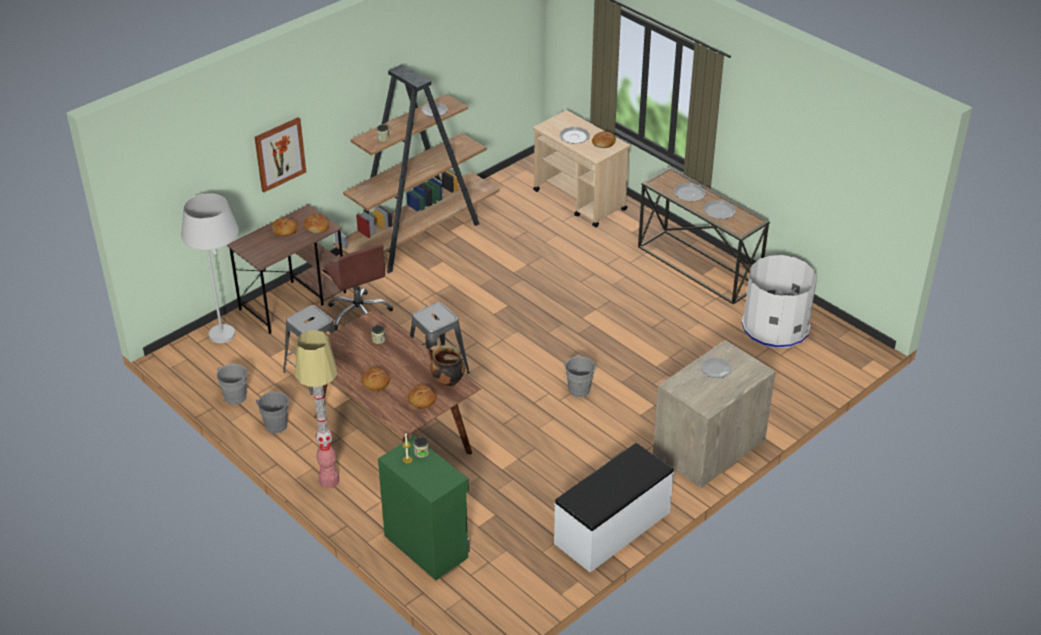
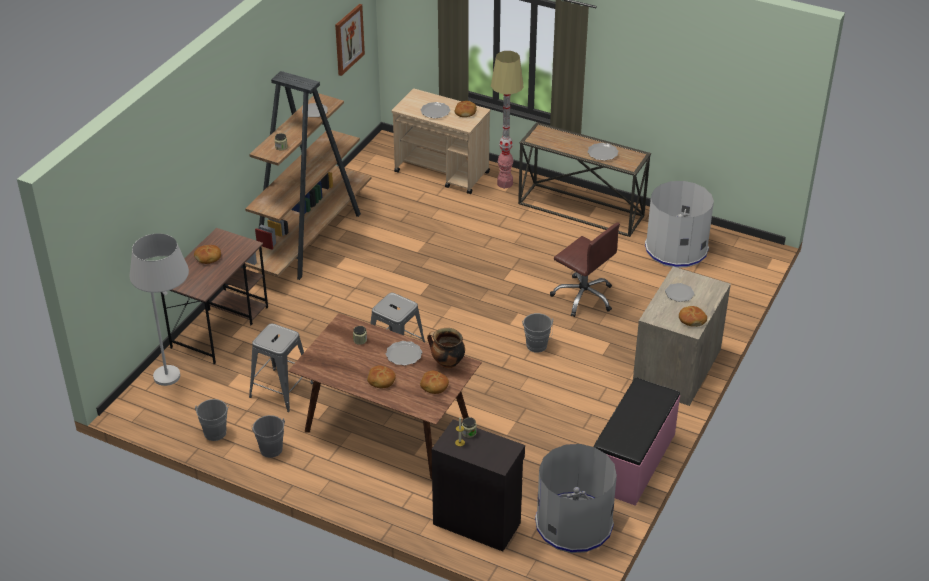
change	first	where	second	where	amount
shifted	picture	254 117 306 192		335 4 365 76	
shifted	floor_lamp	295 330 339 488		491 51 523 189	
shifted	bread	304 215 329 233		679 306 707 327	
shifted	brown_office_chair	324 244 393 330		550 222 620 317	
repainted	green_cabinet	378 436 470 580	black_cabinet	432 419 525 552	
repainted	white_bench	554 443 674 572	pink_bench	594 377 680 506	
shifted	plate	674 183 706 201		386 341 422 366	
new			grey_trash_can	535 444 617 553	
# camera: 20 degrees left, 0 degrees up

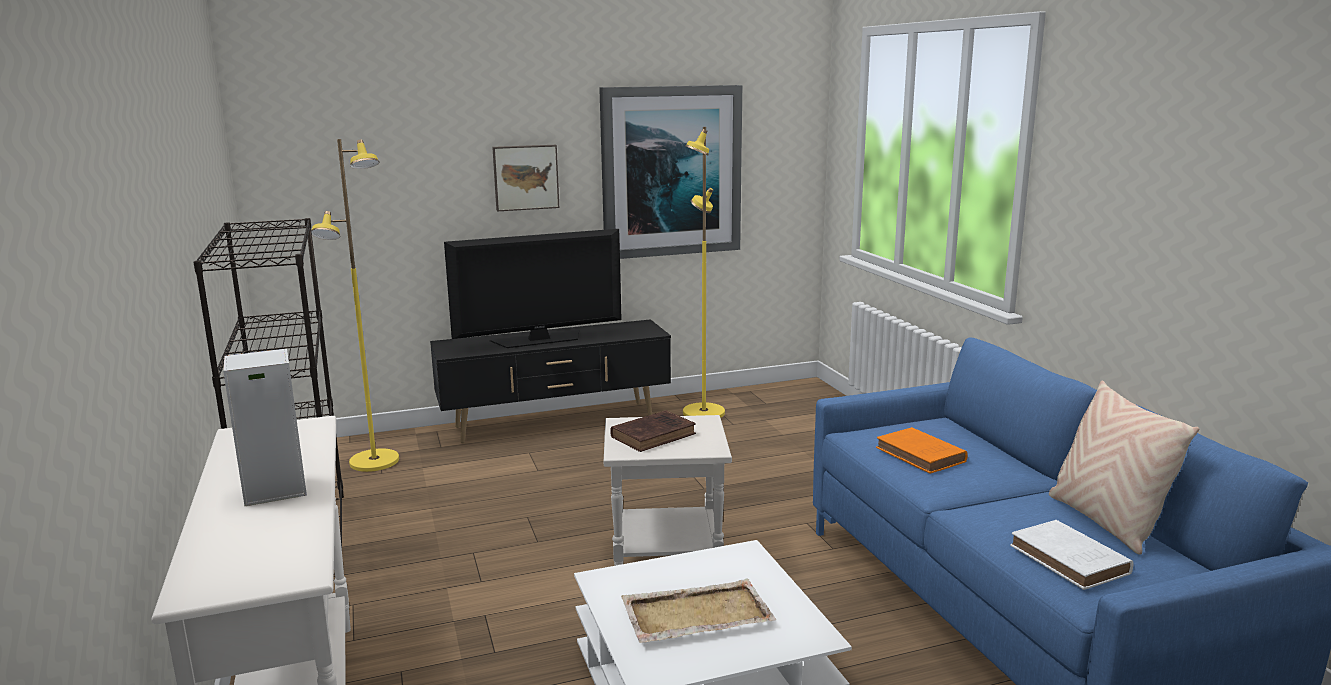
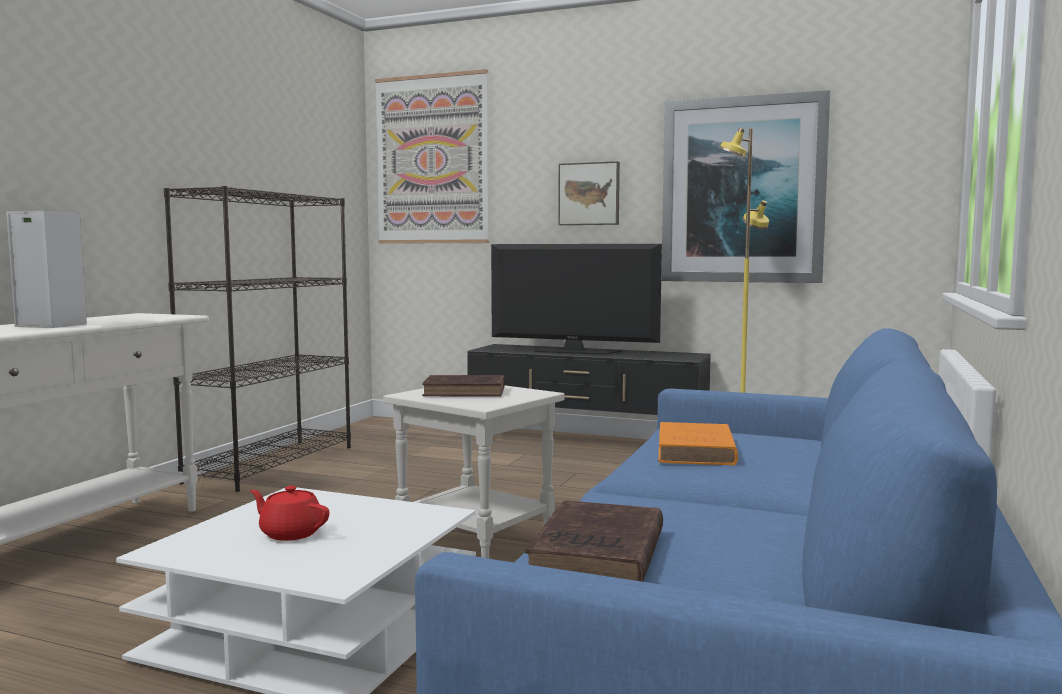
change	first	where	second	where	amount
gone	yellow_floor_lamp	311 139 399 472			
swapped	beige_tray	621 578 777 643	red_teapot	250 486 329 541	
repainted	white_book	1010 520 1134 590	brown_book	525 500 663 582	
gone	beige_pillow	1049 381 1199 555			
new			picture	375 69 489 244	
# camera: 40 degrees right, 10 degrees down

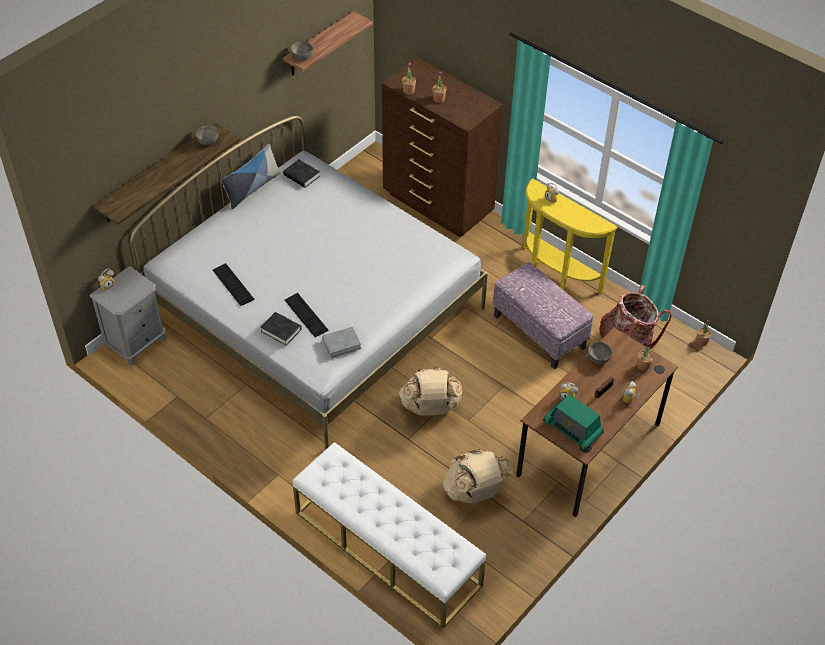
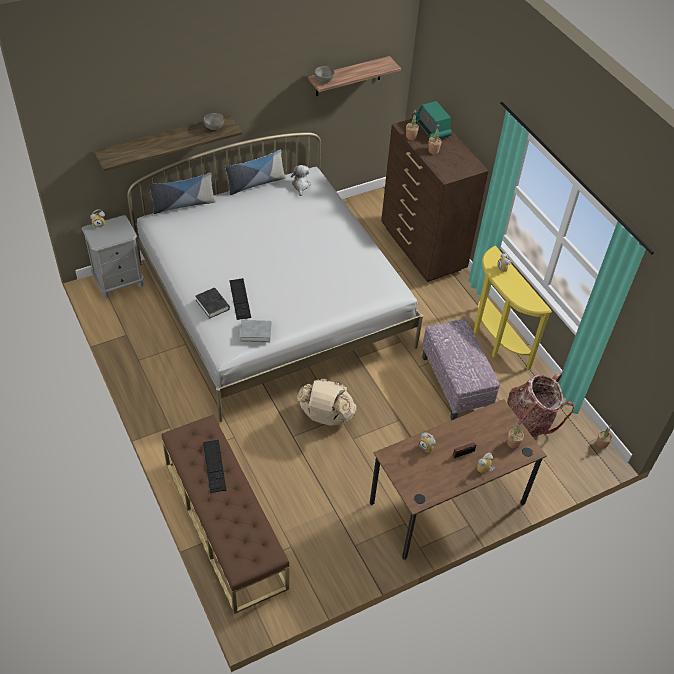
change	first	where	second	where	amount
shifted	keyboard	213 263 254 306		203 440 226 493	
swapped	black_book	283 159 320 188	plush_toy	291 165 311 196	
repainted	white_bench	293 442 486 629	brown_bench	161 415 290 614	
gone	beige_backpack	443 449 513 503			
shifted	radio	543 394 604 450		412 101 452 139	
gone	grey_bowl	588 342 613 364			
new			pillow	149 173 216 214	
# camera: 20 degrees right, 0 degrees up

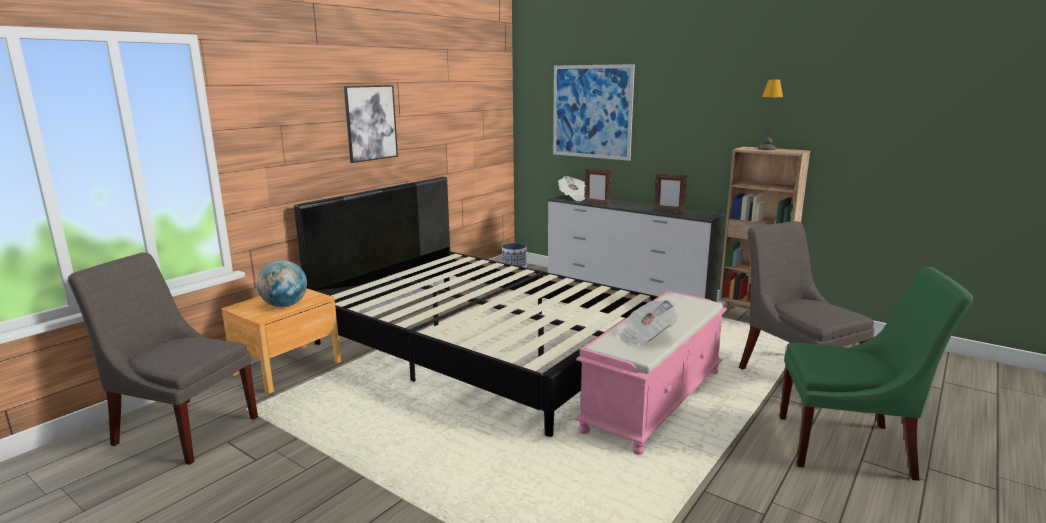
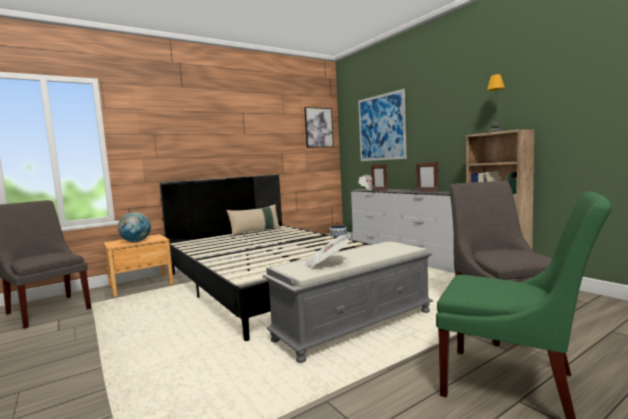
change	first	where	second	where	amount
shifted	picture	344 85 398 163		304 107 334 148	
repainted	pink_bench	575 291 727 455	grey_bench	263 241 433 363	
new			beige_pillow	226 204 281 236	
# camera: 20 degrees right, 10 degrees down

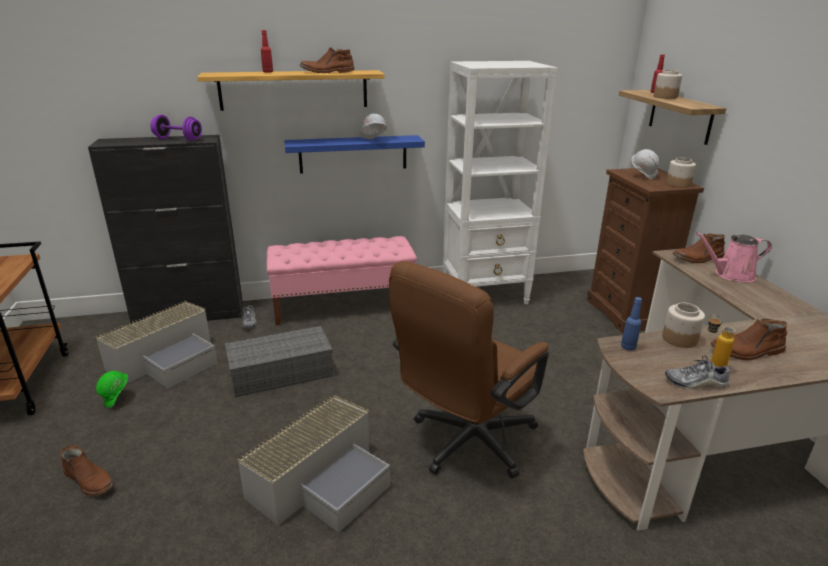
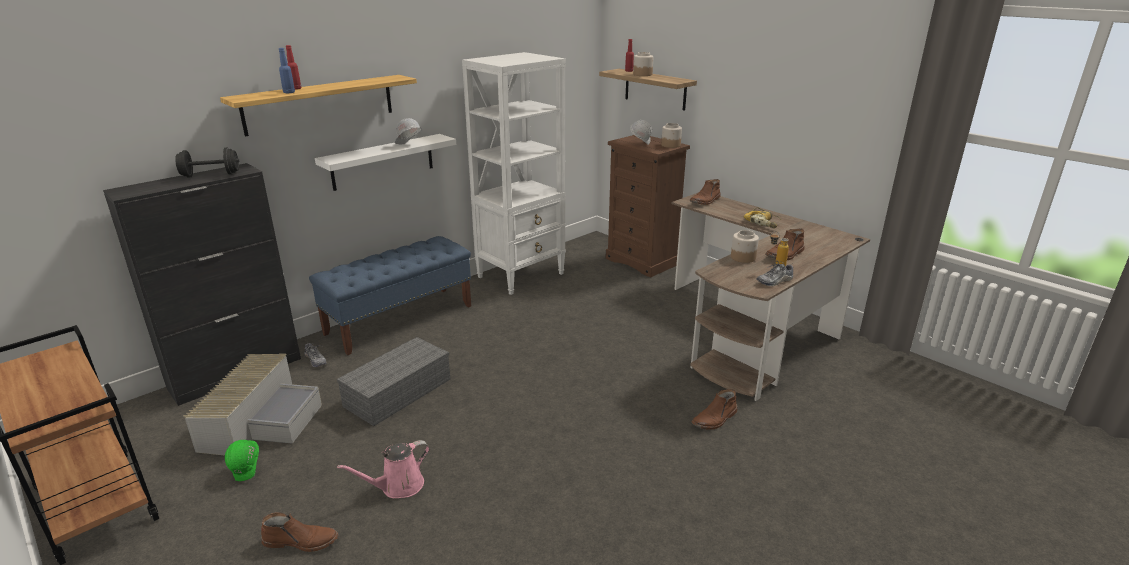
change	first	where	second	where	amount
repainted	purple_dumbbell	151 115 202 141	black_dumbbell	175 148 239 177	
gone	grey_storage_box	237 395 390 533			
repainted	pink_bench	267 236 417 326	blue_bench	309 236 471 355	
repainted	blue_shelf	284 135 425 174	white_shelf	315 134 456 191	
shifted	brown_boot	300 47 355 73		691 389 737 430	
gone	brown_office_chair	389 261 549 479			
shifted	blue_bottle	621 297 642 351		279 48 295 93	
shifted	pink_watering_can	696 232 772 282		337 440 430 498	
new			power_drill	744 207 782 228	
# camera: 30 degrees left, 0 degrees up

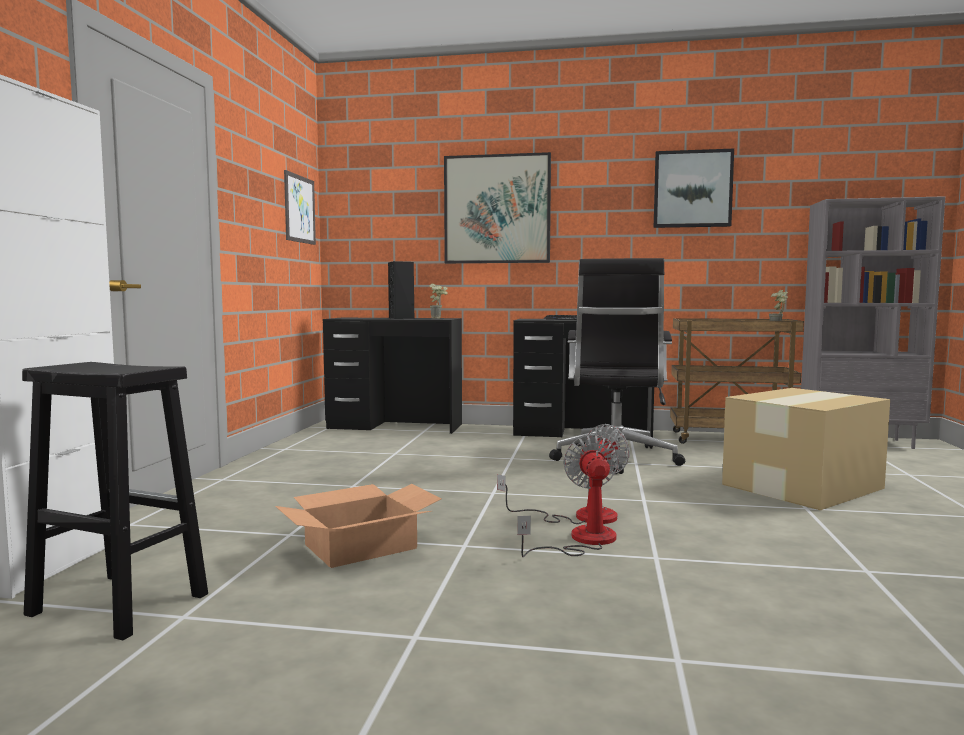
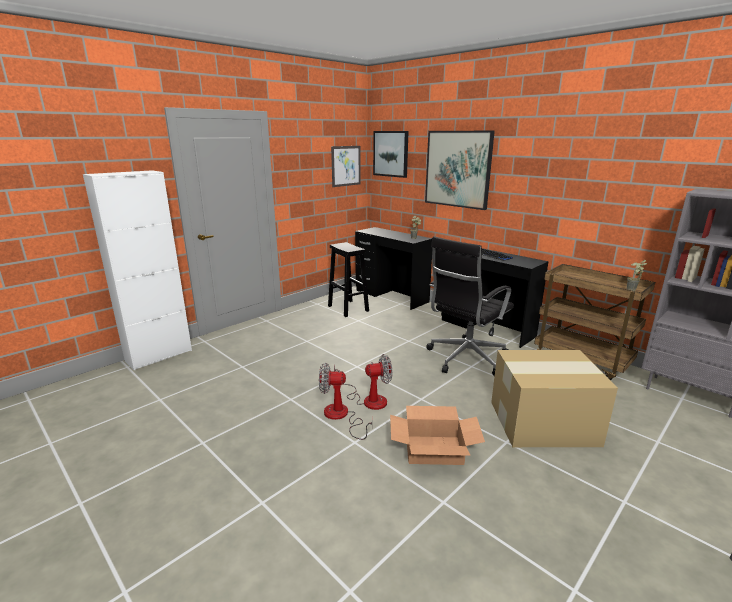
change	first	where	second	where	amount
shifted	black_stool	22 362 208 641		328 242 369 317	
shifted	cardboard_box	275 484 442 568		390 406 485 465	
gone	black_speaker	388 261 414 319			
rotated	fan	517 434 618 557		319 363 372 440	120 degrees counterclockwise
shifted	picture	654 149 734 228		373 131 409 178	
# camera: 35 degrees right, 15 degrees up

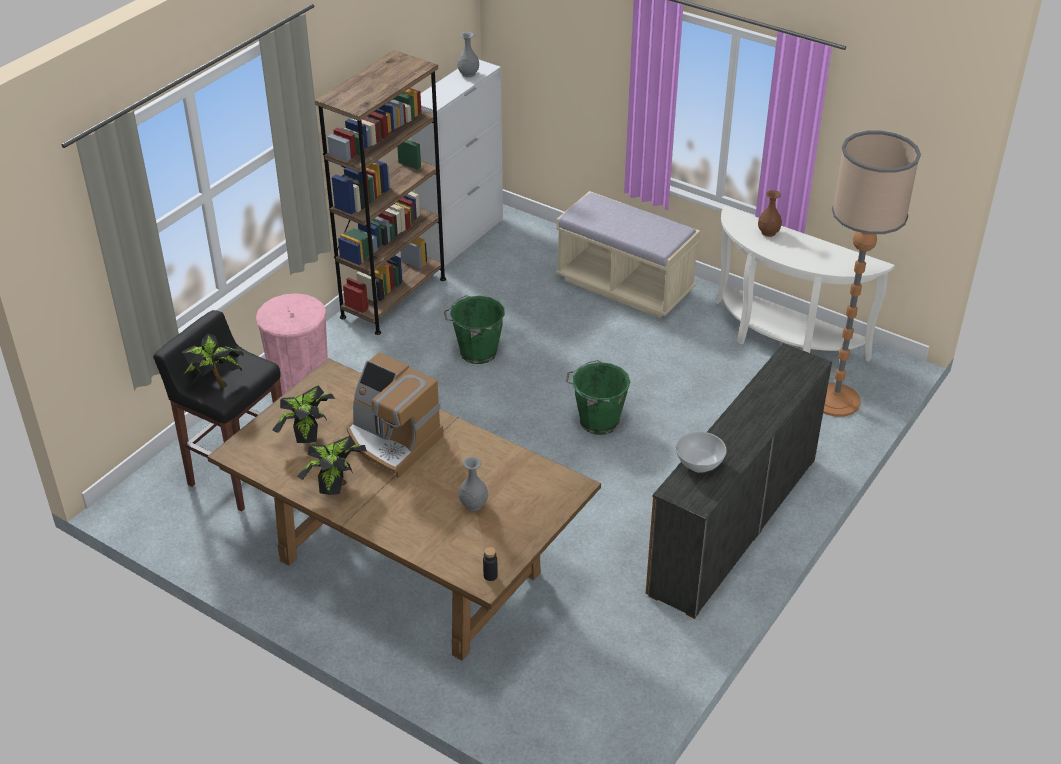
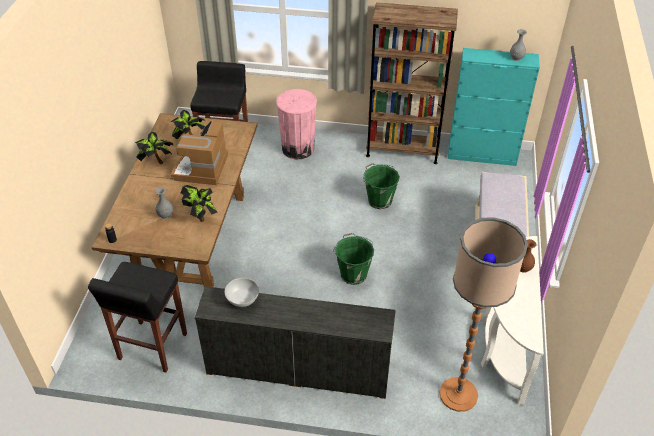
change	first	where	second	where	amount
shifted	potted_plant	181 334 244 388		181 185 217 222	
repainted	white_cabinet	411 59 503 267	turquoise_cabinet	448 48 540 166	
new			black_stool	88 262 187 372	
# camera: 65 degrees right, 5 degrees up

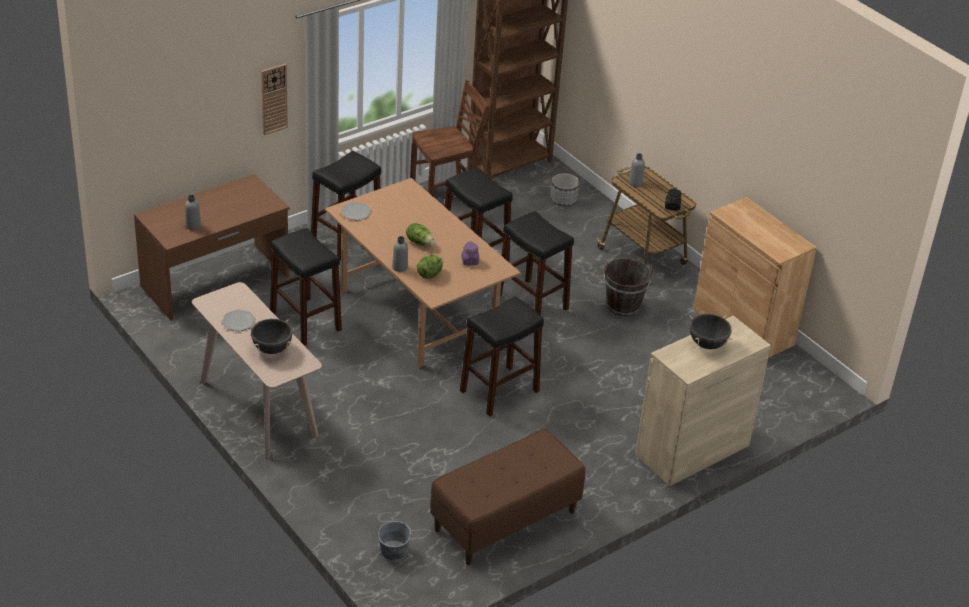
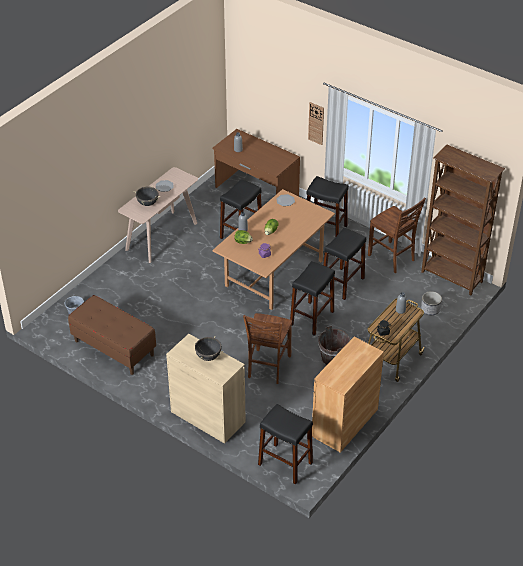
change	first	where	second	where	amount
shifted	black_stool	460 296 544 416		258 404 313 485	
new			brown_chair	243 313 292 384	
# camera: 75 degrees right, 5 degrees up

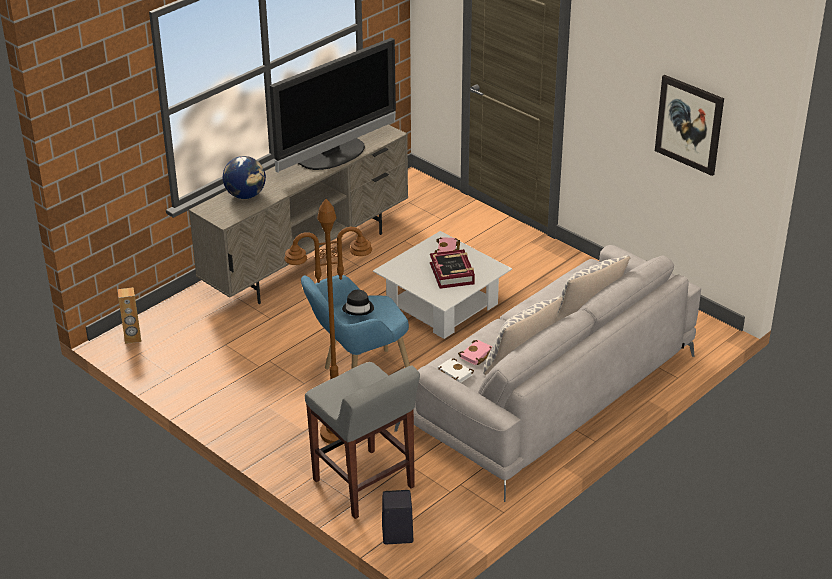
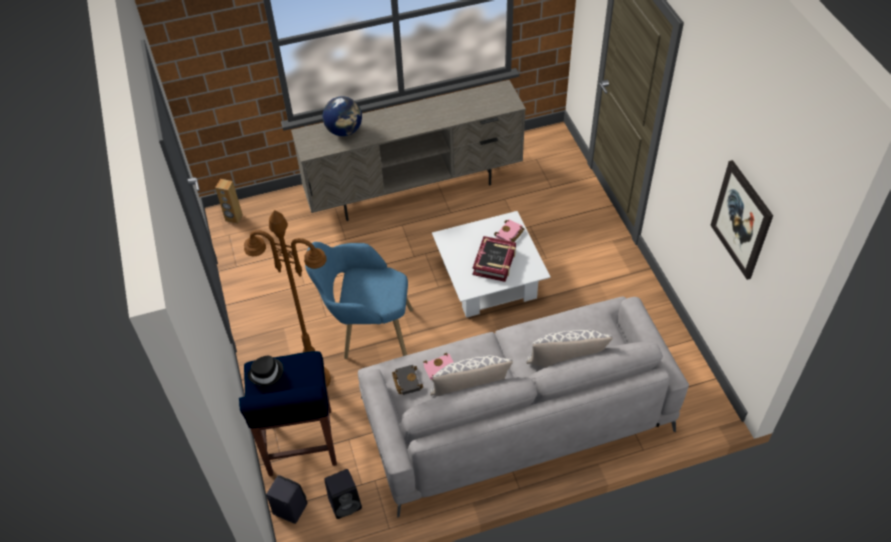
change	first	where	second	where	amount
gone	television	270 38 396 173			
repainted	grey_stool	305 362 420 519	blue_stool	239 351 337 476	
shifted	black_hat	342 290 374 316		247 356 283 387	
repainted	white_book	438 358 474 383	black_book	392 365 423 395	
new			black_speaker	324 469 362 519	
# camera: 30 degrees right, 15 degrees up

